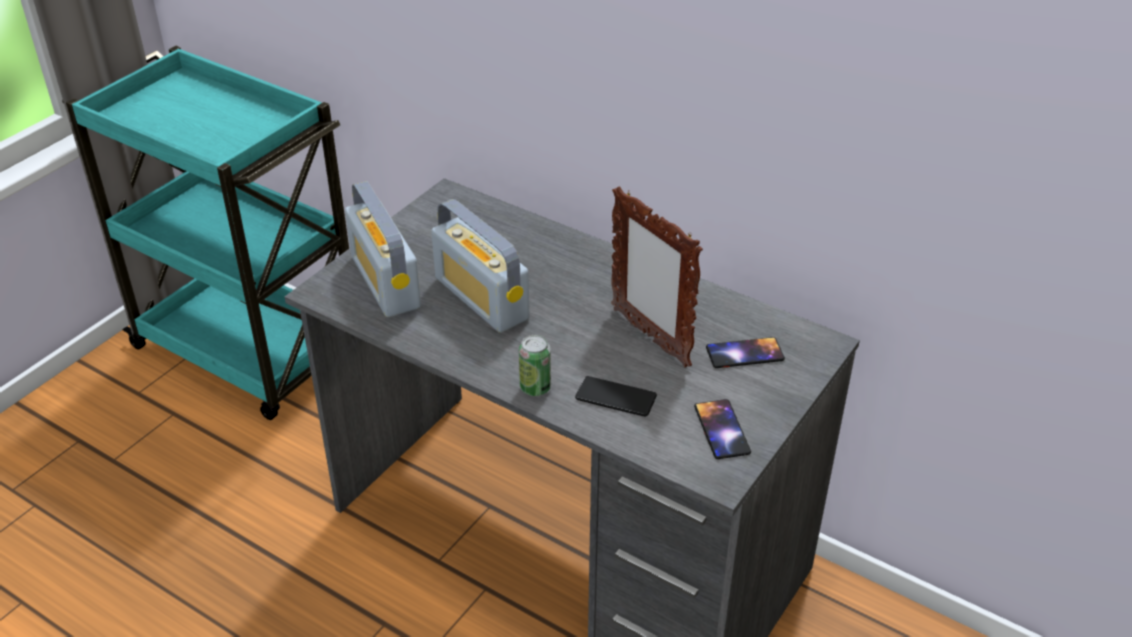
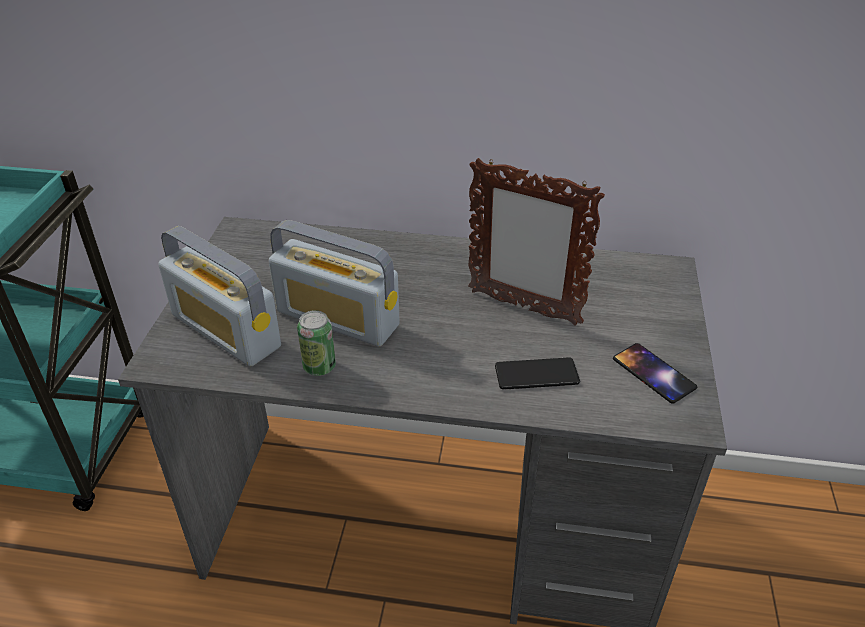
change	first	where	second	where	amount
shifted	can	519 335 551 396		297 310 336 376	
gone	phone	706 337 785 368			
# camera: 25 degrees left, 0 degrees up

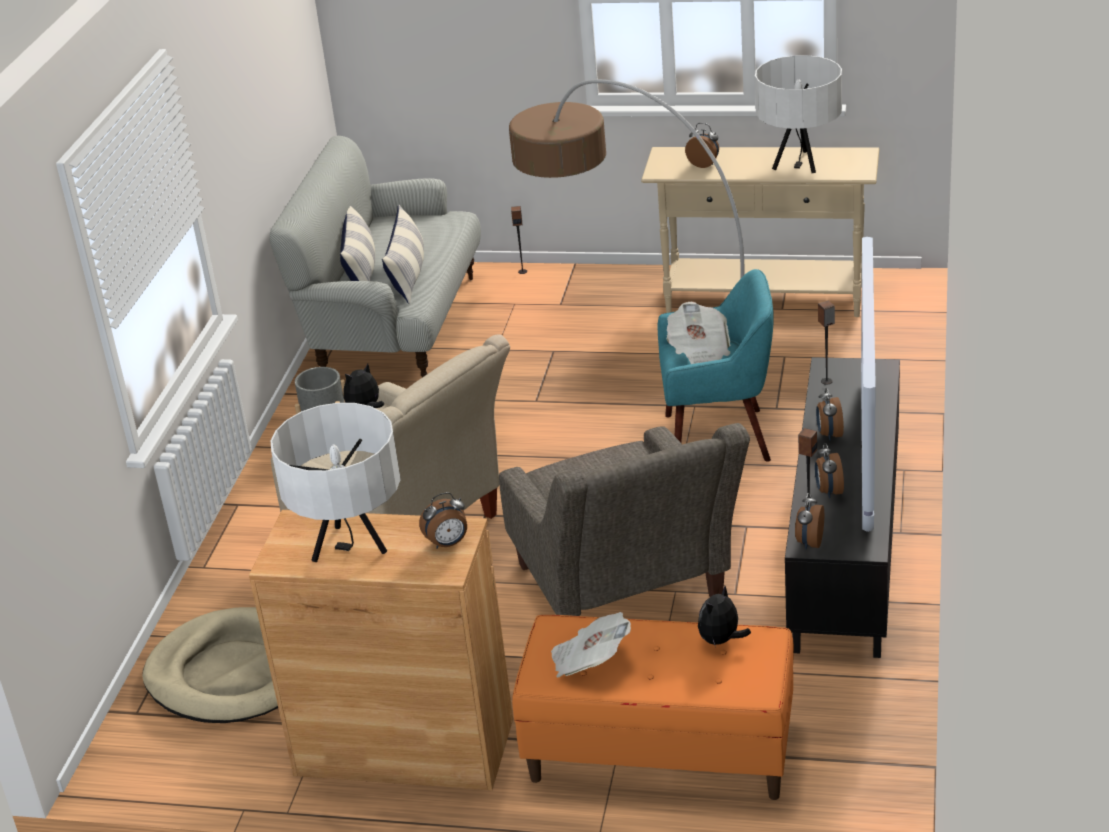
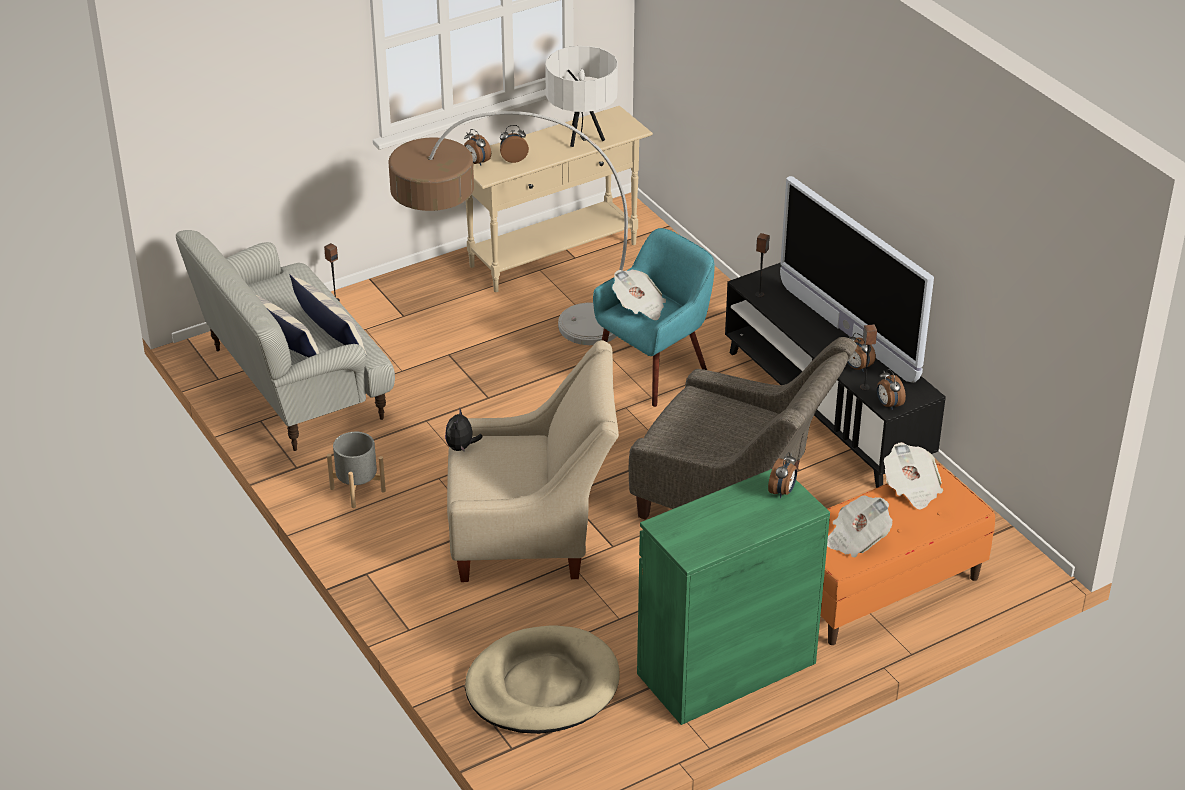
change	first	where	second	where	amount
repainted	brown_cabinet	249 510 513 790	green_cabinet	637 469 830 725	
gone	white_table_lamp	271 403 401 562			
swapped	plush_toy	698 586 751 647	newspaper	884 442 943 509	
shifted	alarm_clock	816 387 844 441		464 129 491 166	
# camera: 45 degrees left, 5 degrees up

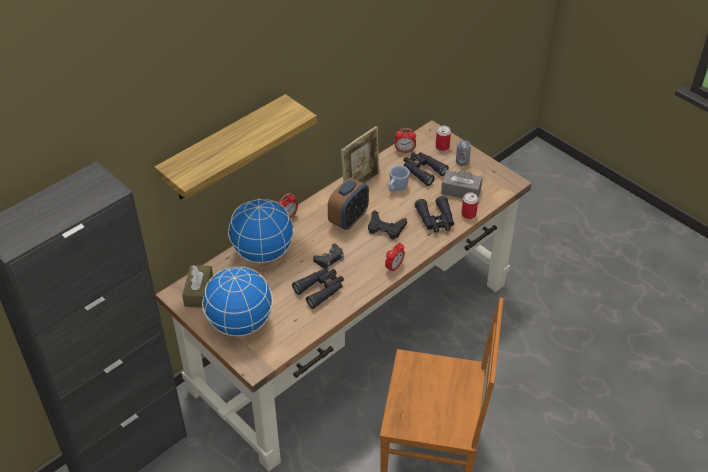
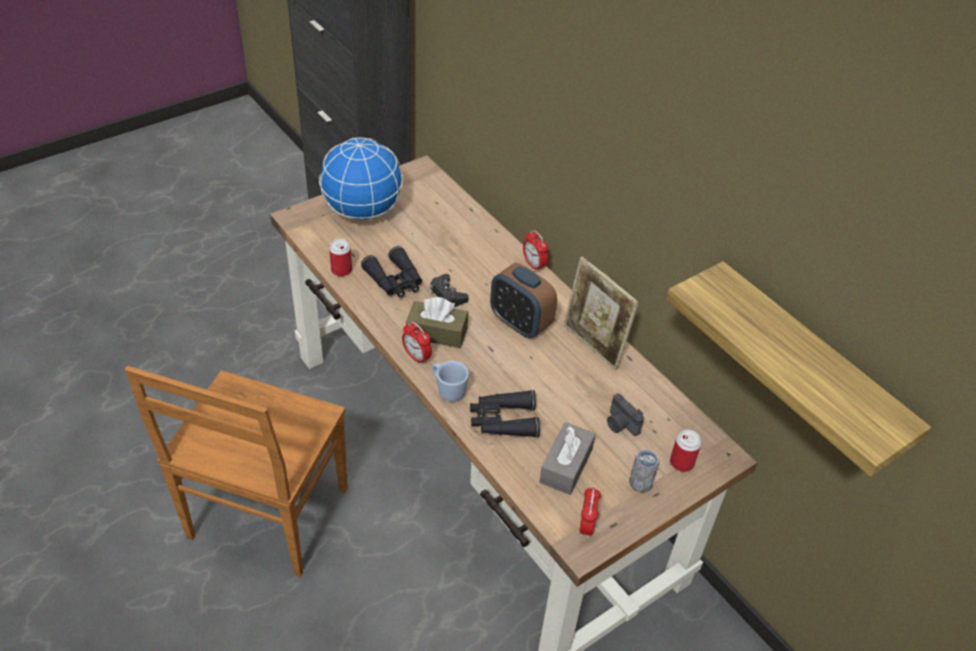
change	first	where	second	where	amount
shifted	shelf	154 94 317 200		666 261 931 477	
shifted	brown_tissue_box	182 265 213 308		406 297 468 348	
gone	globe	228 198 294 263			
gone	black_game_controller	368 210 407 239			
shifted	blue_mug	388 165 410 191		432 361 469 402	
shifted	alarm_clock	395 128 416 153		579 487 601 538	
swapped	black_binoculars	403 152 449 186	photo_camera	607 393 644 436	
shifted	can	461 192 478 219		329 239 352 276	
# camera: 95 degrees right, 0 degrees up

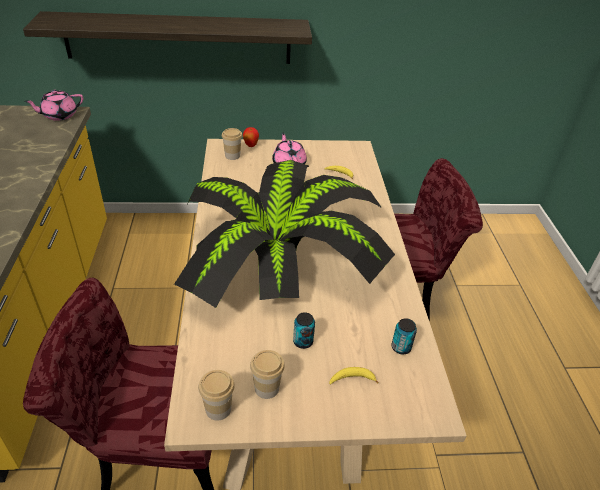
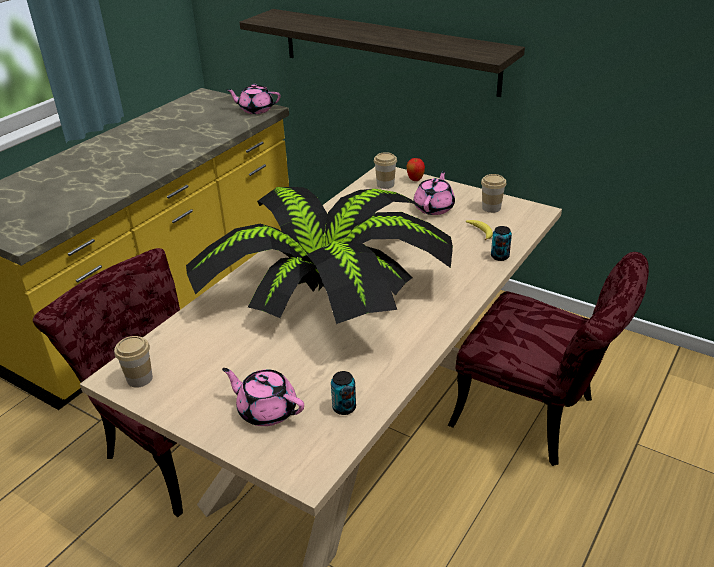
change	first	where	second	where	amount
shifted	cup	250 350 285 399		481 174 506 213	
shifted	can	293 312 315 349		491 226 512 261	
swapped	banana	329 367 379 384	pink_teapot	222 368 304 426	
# camera: 40 degrees right, 5 degrees down

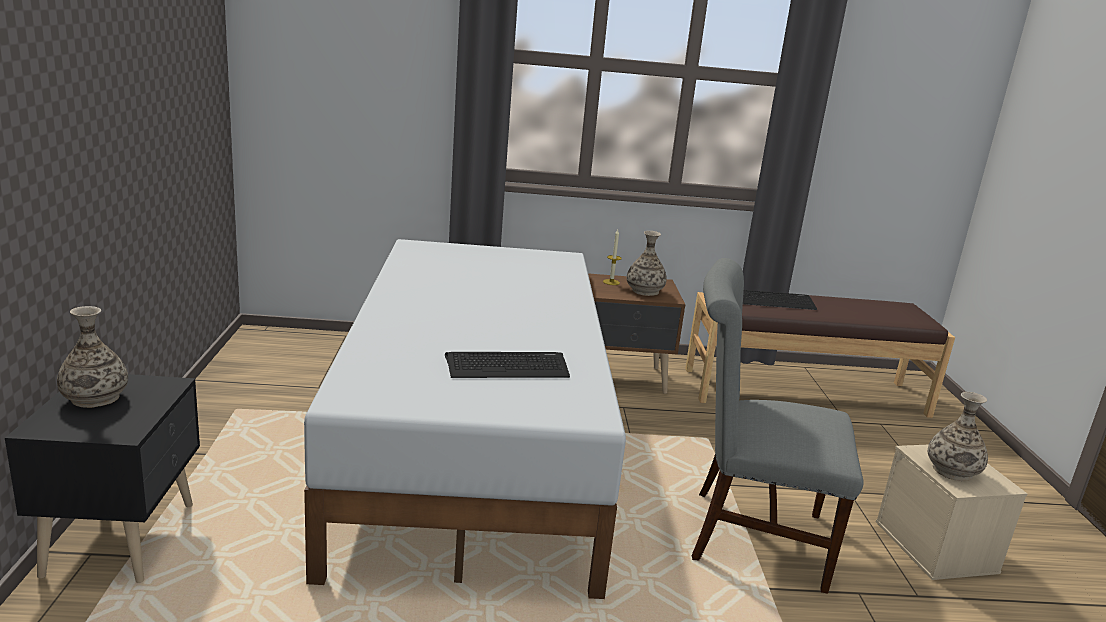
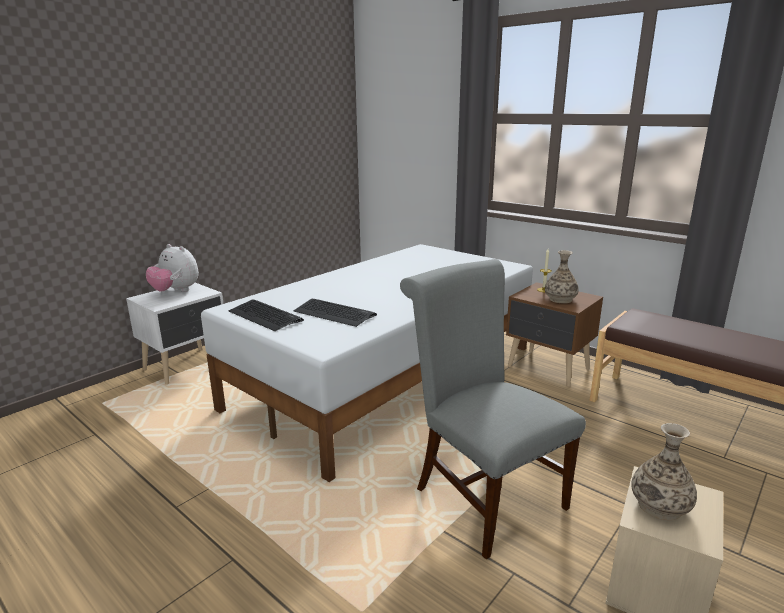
change	first	where	second	where	amount
repainted	black_nightstand	5 374 200 583	white_nightstand	126 283 223 384	
swapped	vase	57 306 128 408	plush_toy	146 244 199 292	
shifted	keyboard	743 290 817 310		228 300 304 331	
# camera: 45 degrees right, 0 degrees up

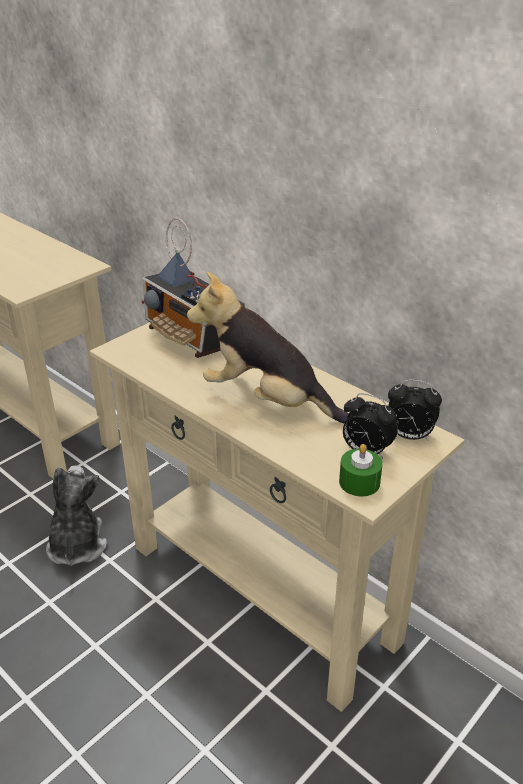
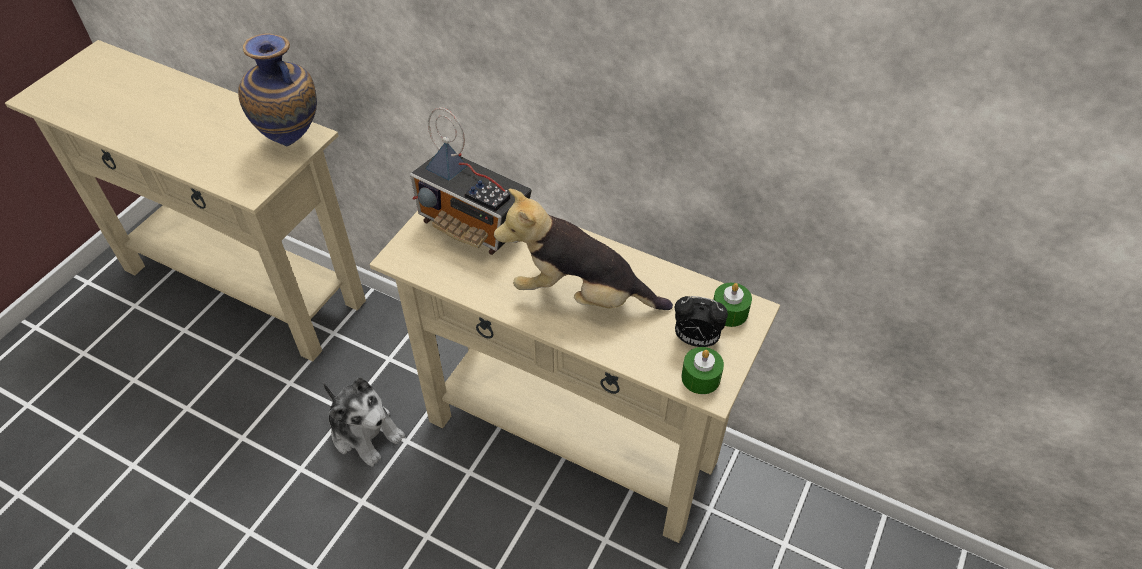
change	first	where	second	where	amount
rotated	plush_toy	46 465 107 566		323 378 405 467	150 degrees clockwise
swapped	alarm_clock	388 380 442 440	green_candle	713 283 752 327	
new			vase	238 33 317 147	
# camera: 15 degrees left, 15 degrees up

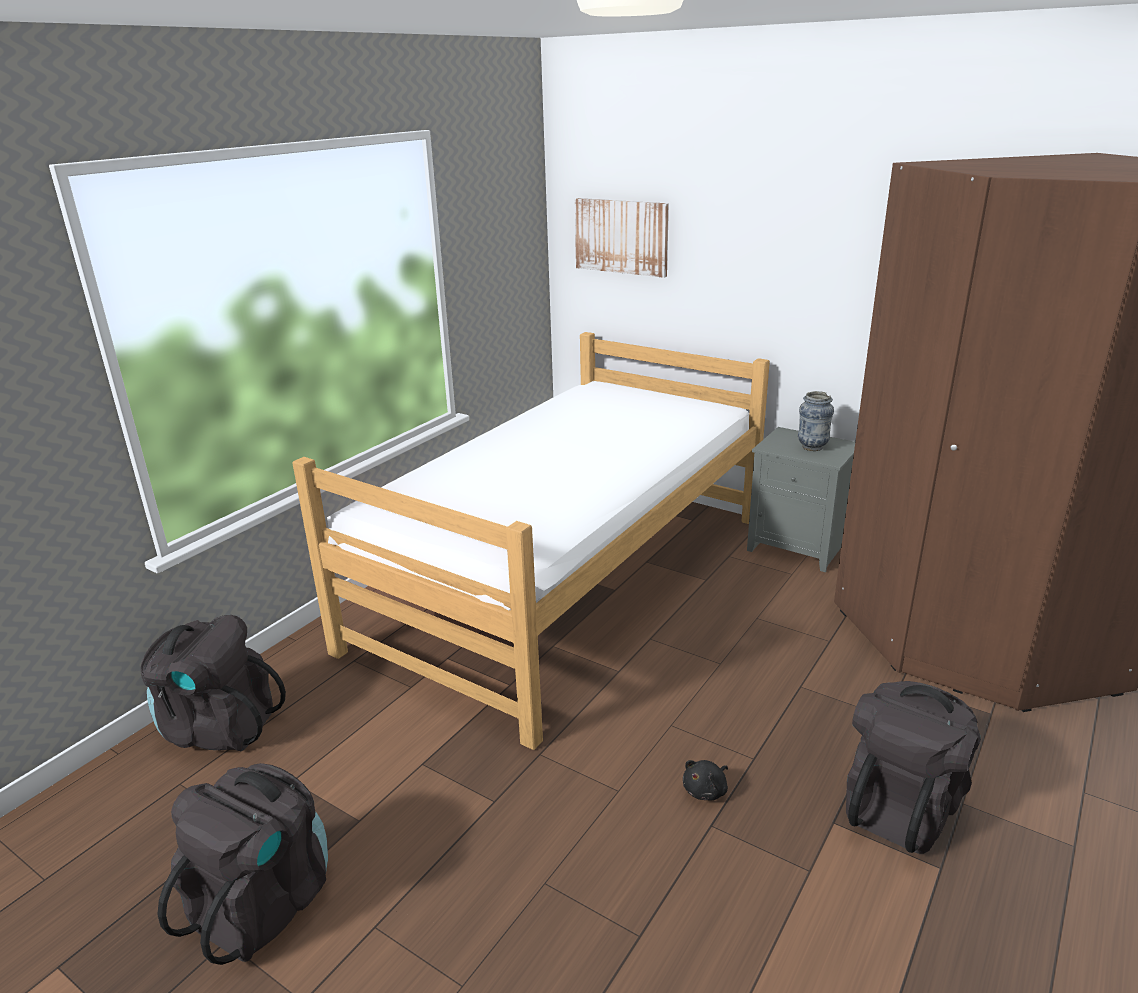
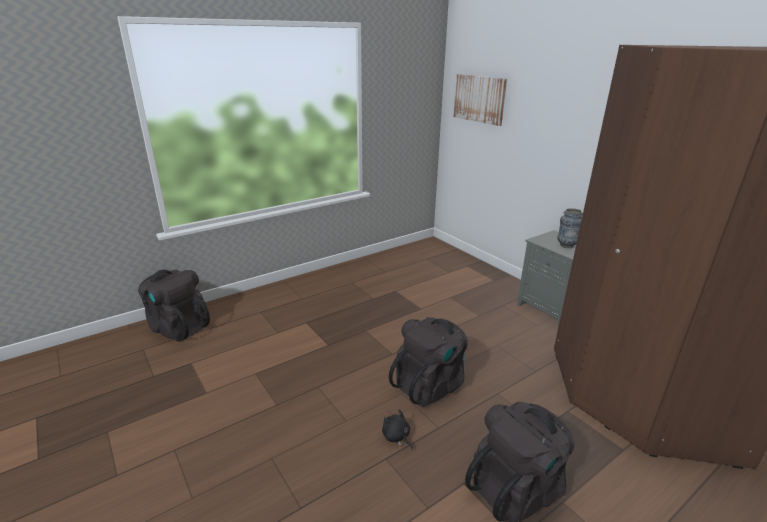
change	first	where	second	where	amount
shifted	black_backpack	157 763 328 965		389 317 468 407	
gone	bed	292 332 770 750			
rotated	black_plush_toy	683 760 728 800		382 409 413 450	75 degrees clockwise
# camera: 20 degrees right, 0 degrees up

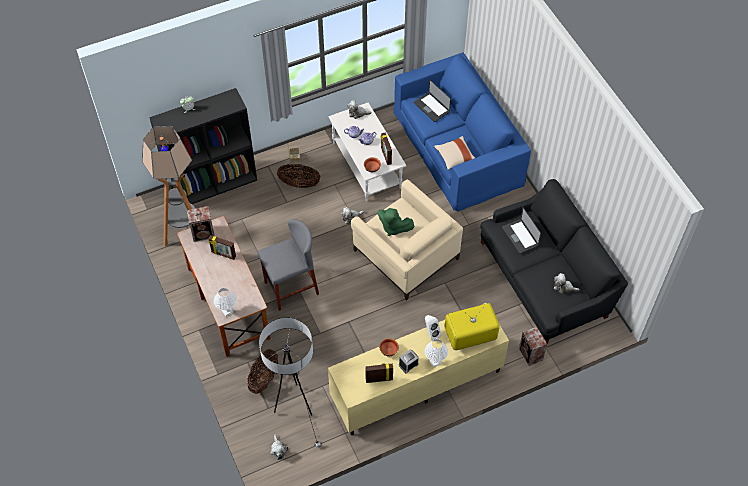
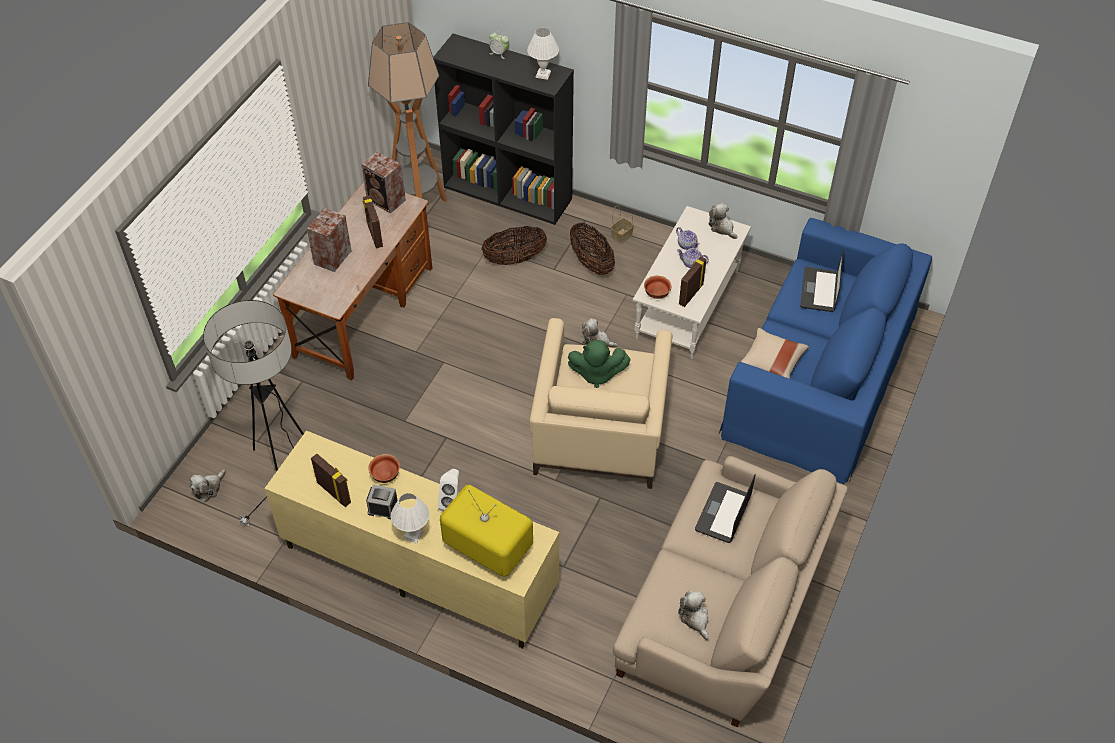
change	first	where	second	where	amount
shifted	white_table_lamp	214 288 237 317		527 28 559 80	
shifted	basket	247 349 278 394		481 226 547 265	
gone	grey_stool	258 219 319 311			
rotated	green_plush_toy	378 208 414 236		568 340 631 388	75 degrees counterclockwise
repainted	black_sofa	480 179 628 344	beige_sofa	613 456 848 727	
shifted	speaker	519 327 547 366		307 208 352 272	
# camera: 50 degrees right, 5 degrees down

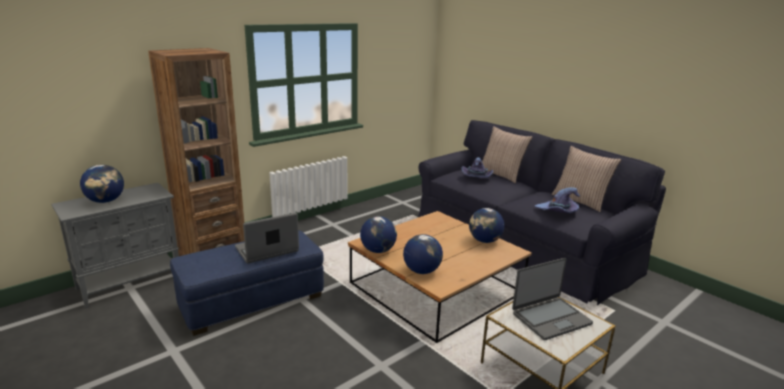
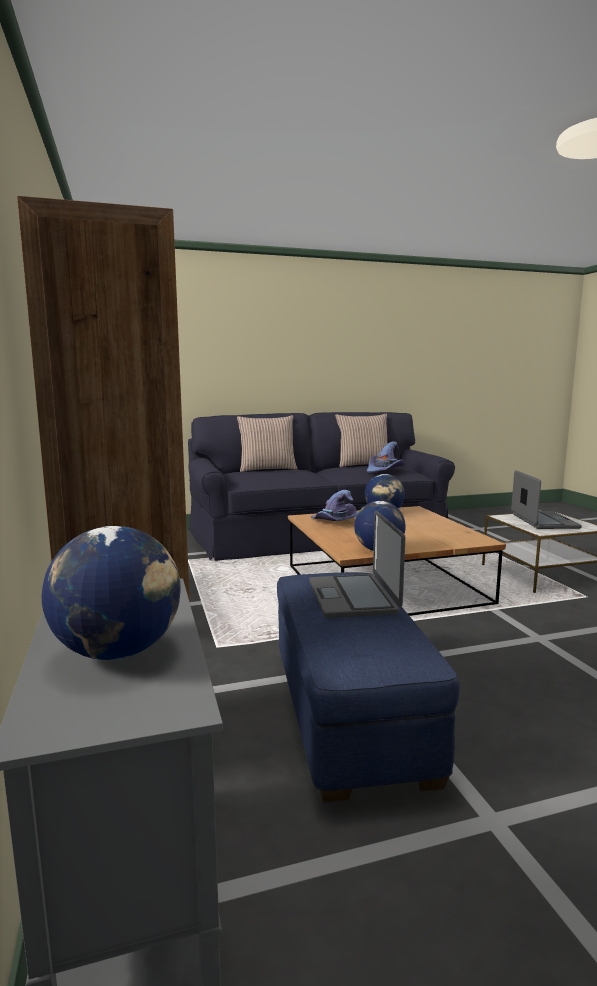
change	first	where	second	where	amount
gone	globe	403 234 443 274			
shifted	purple_hat	461 157 493 178		311 490 358 521	
# camera: 65 degrees left, 10 degrees down

